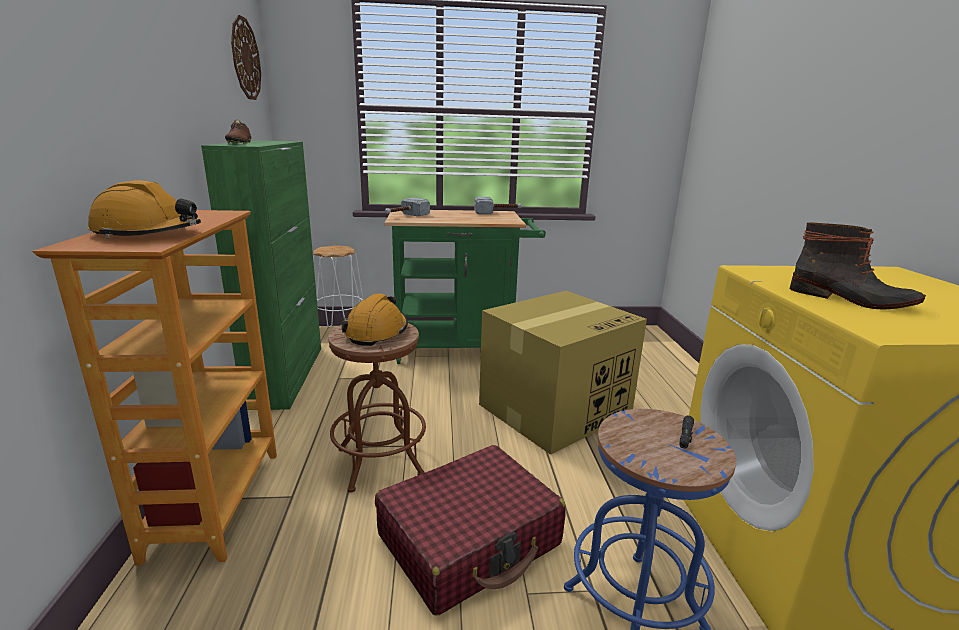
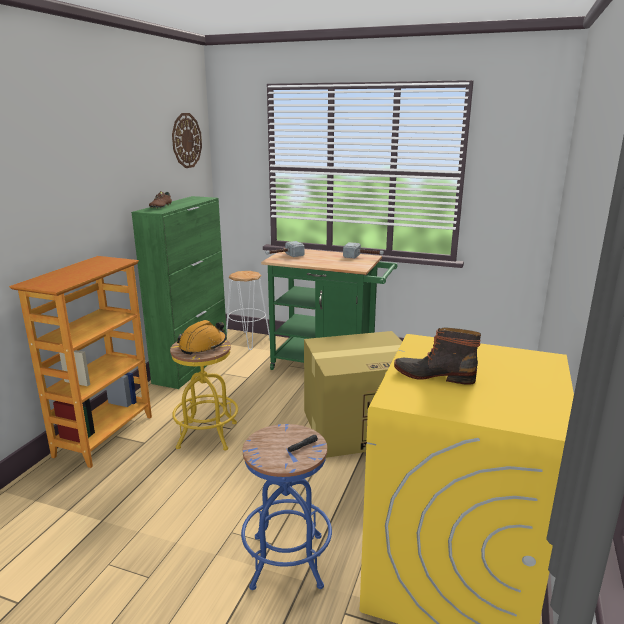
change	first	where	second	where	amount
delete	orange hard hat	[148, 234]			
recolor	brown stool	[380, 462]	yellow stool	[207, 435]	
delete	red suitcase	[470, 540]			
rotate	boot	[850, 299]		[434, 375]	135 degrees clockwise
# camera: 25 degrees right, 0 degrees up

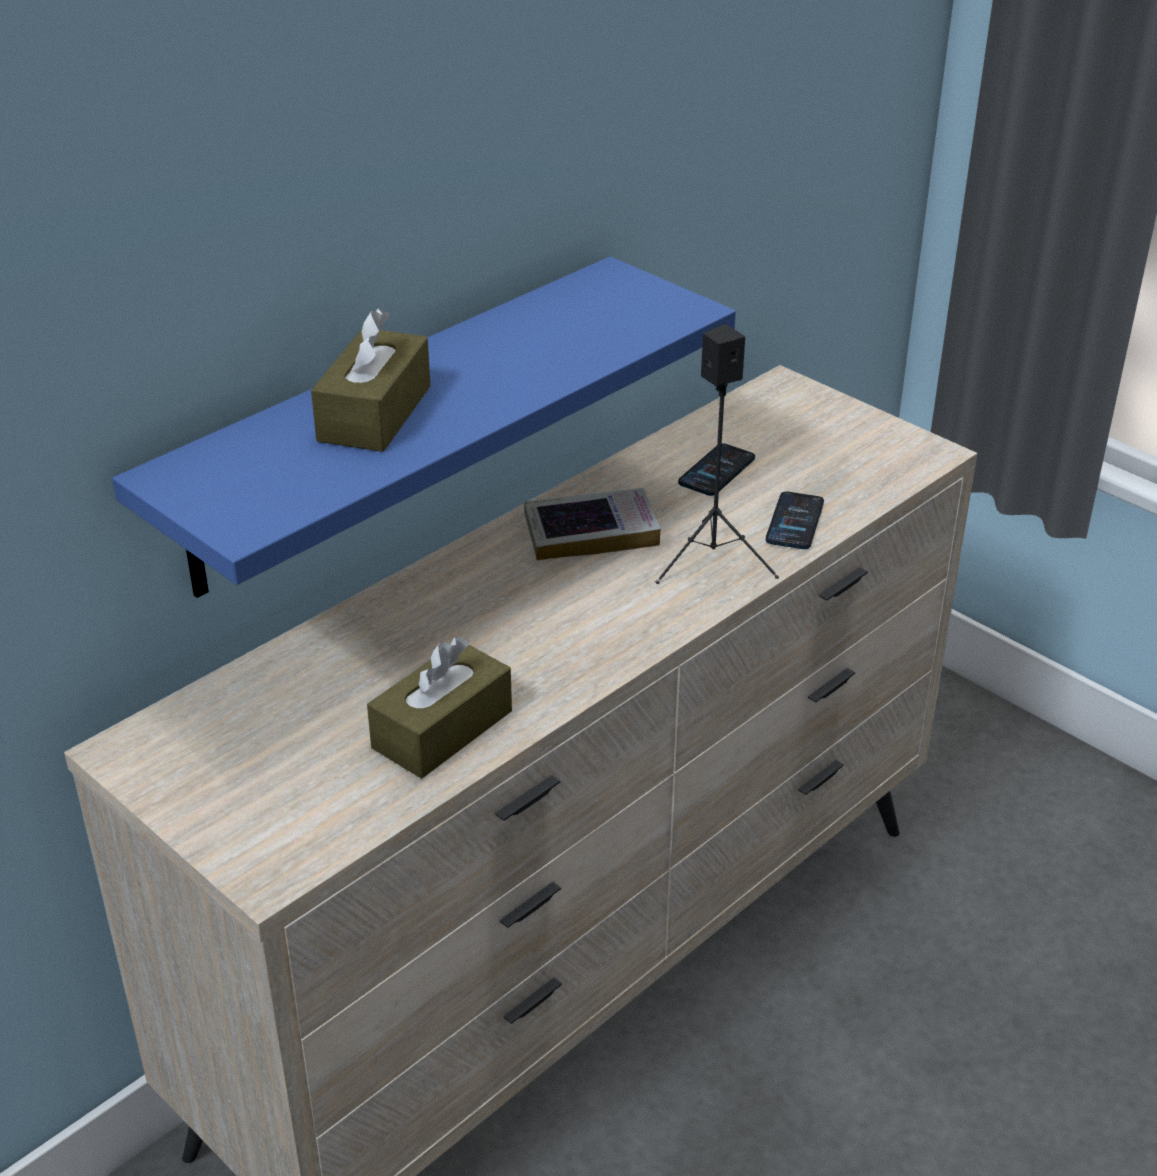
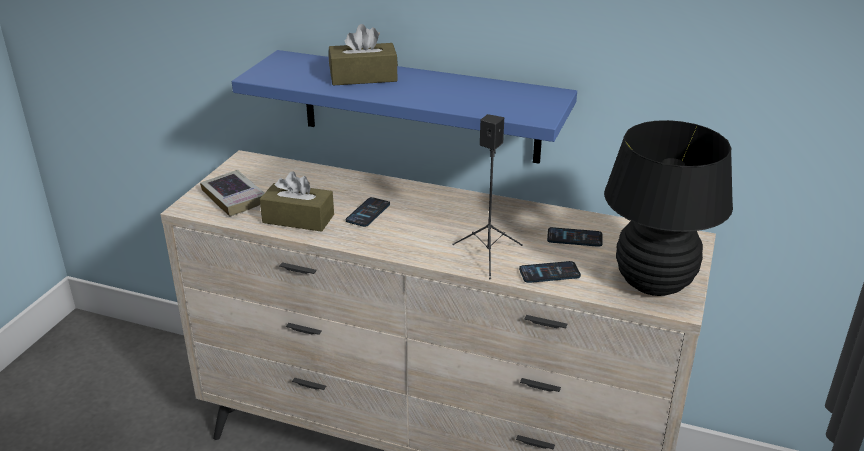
change	first	where	second	where	amount
move	book	[591, 532]		[234, 197]	
insert			phone	[368, 213]	
insert			black table lamp	[654, 283]	
# camera: 65 degrees right, 5 degrees down

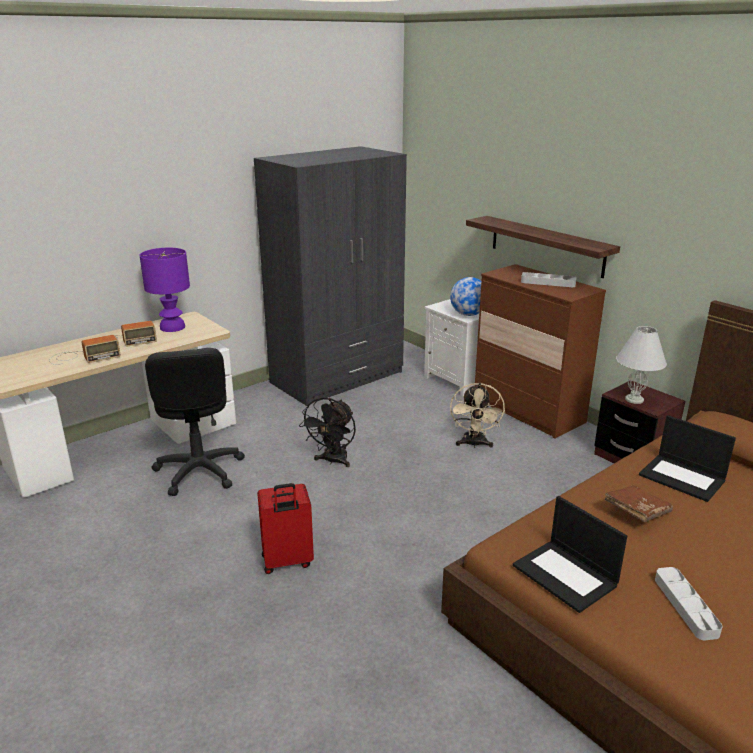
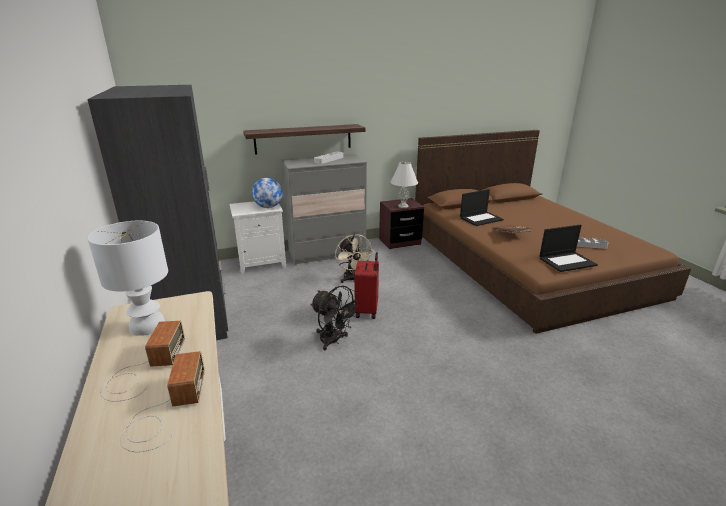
change	first	where	second	where	amount
recolor	purple table lamp	[172, 327]	white table lamp	[148, 325]	
delete	black office chair	[199, 471]			
move	red suitcase	[287, 562]		[367, 311]	
rotate	beige fan	[474, 444]		[352, 279]	45 degrees clockwise
recolor	brown dresser	[528, 411]	grey dresser	[327, 253]	
# camera: 70 degrees left, 0 degrees up

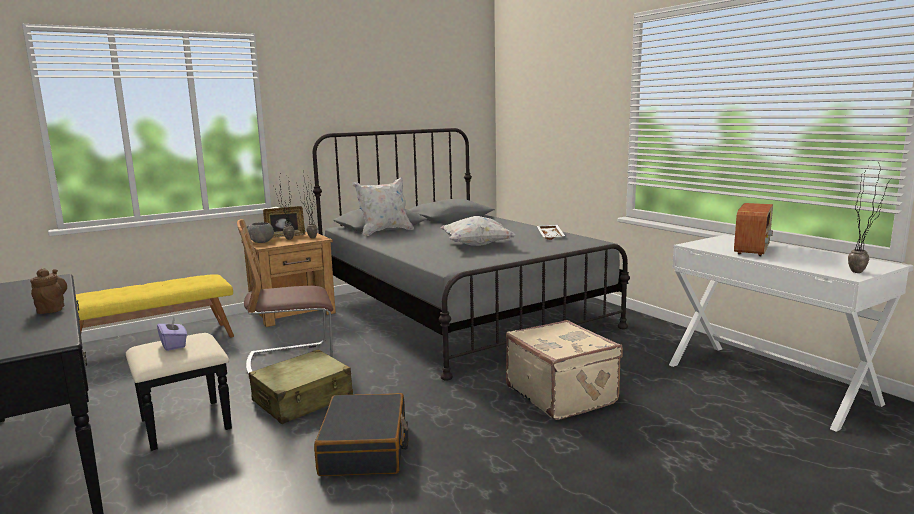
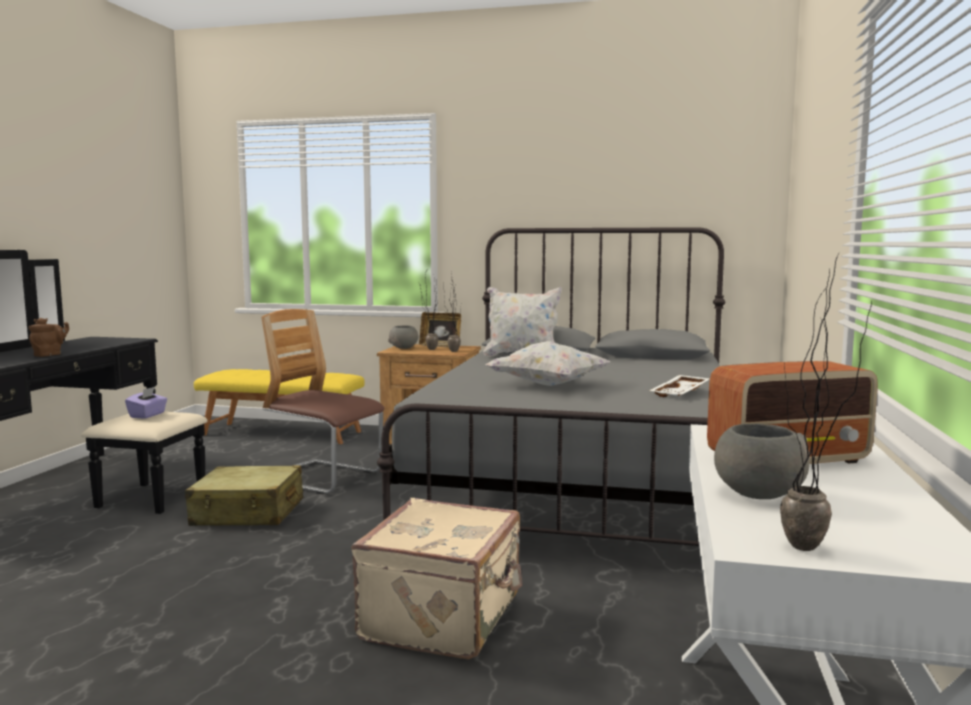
change	first	where	second	where	amount
delete	black suitcase	[365, 448]			
insert			grey bowl	[758, 494]	
# camera: 45 degrees right, 5 degrees down

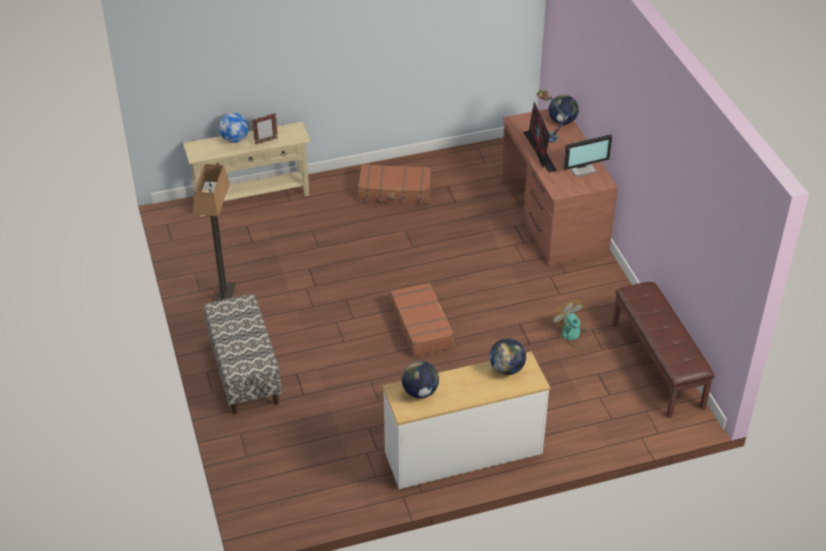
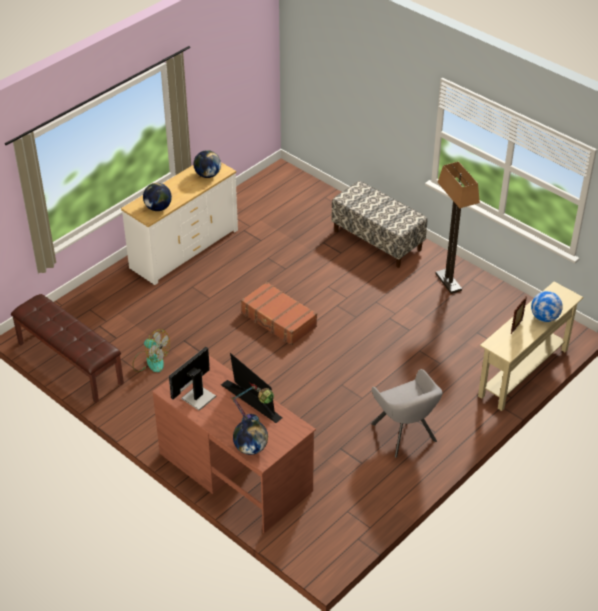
change	first	where	second	where	amount
replace	brown suitcase	[395, 192]	grey armchair	[405, 434]	
# camera: 150 degrees right, 0 degrees up

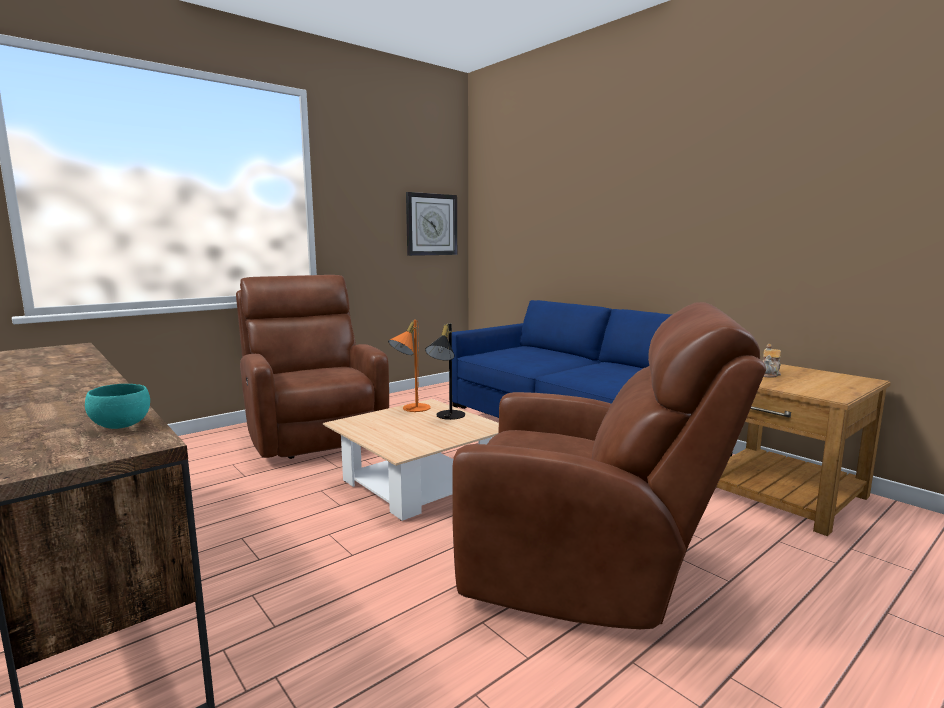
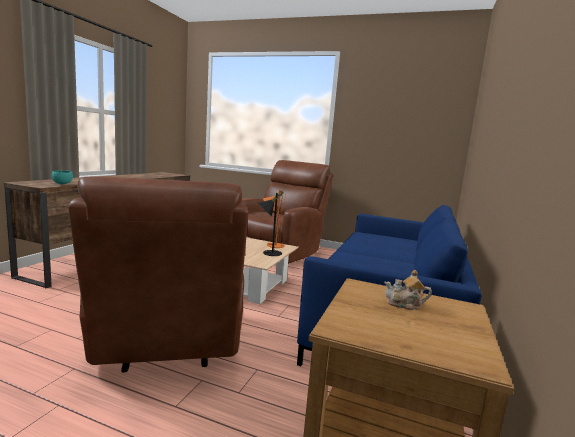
change	first	where	second	where	amount
delete	wall clock	[431, 224]			
# camera: 60 degrees right, 0 degrees up

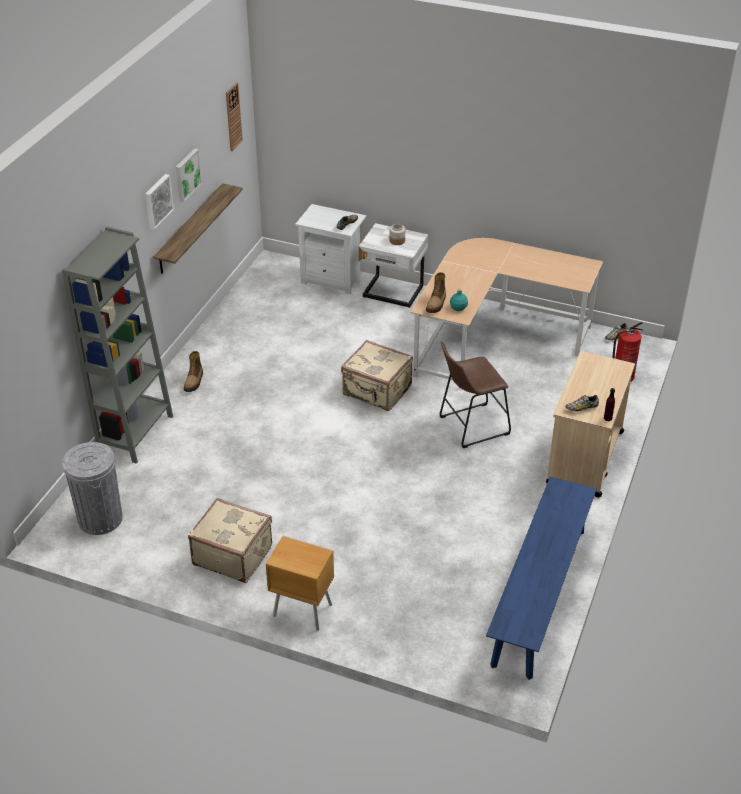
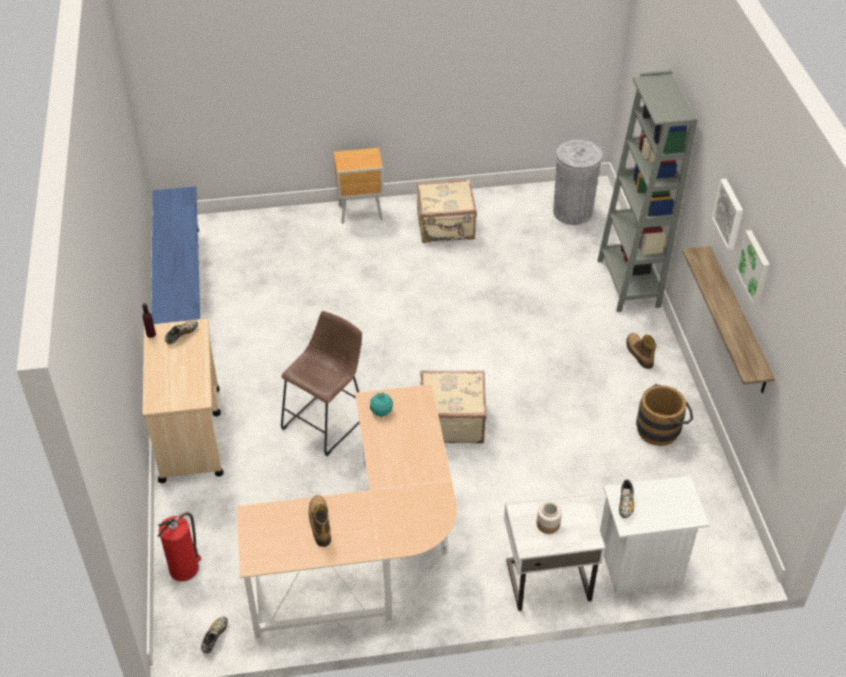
change	first	where	second	where	amount
delete	wall clock	[233, 117]			
move	boot	[436, 304]		[319, 523]	
insert			brown bucket	[661, 429]	
# camera: 150 degrees right, 5 degrees up

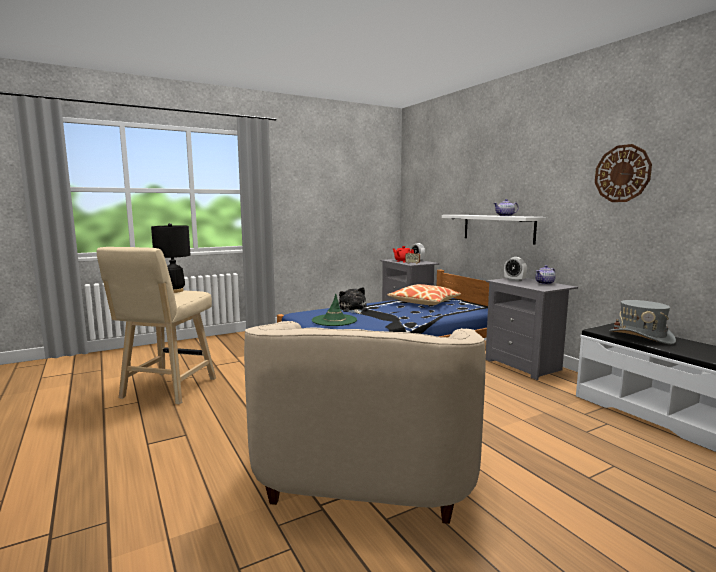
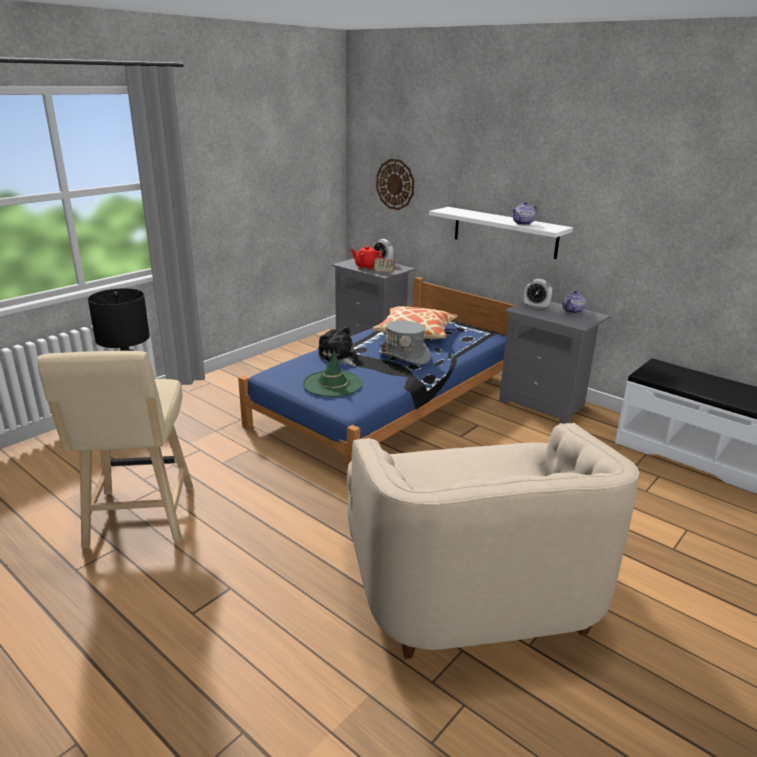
change	first	where	second	where	amount
move	wall clock	[622, 173]		[395, 184]	
move	grey hat	[641, 337]		[404, 356]	
# camera: 20 degrees left, 15 degrees up

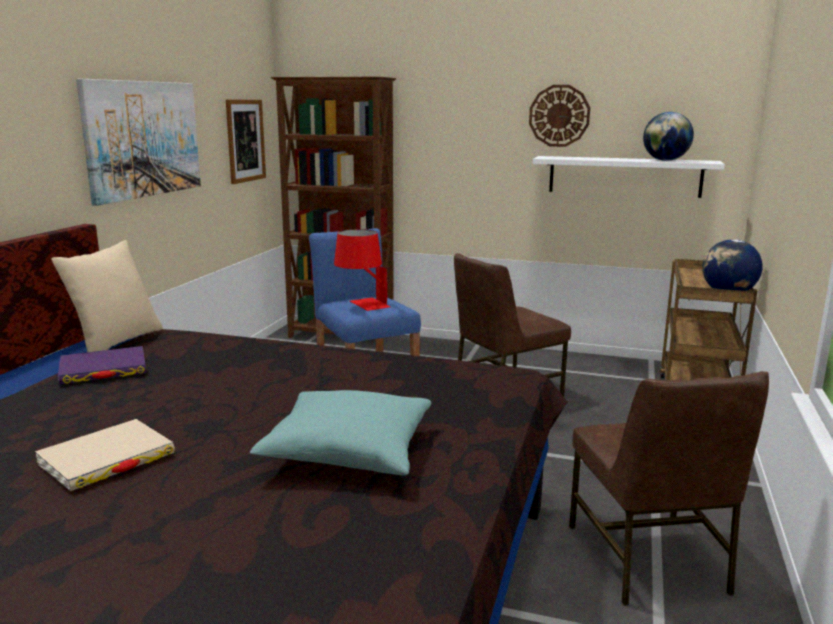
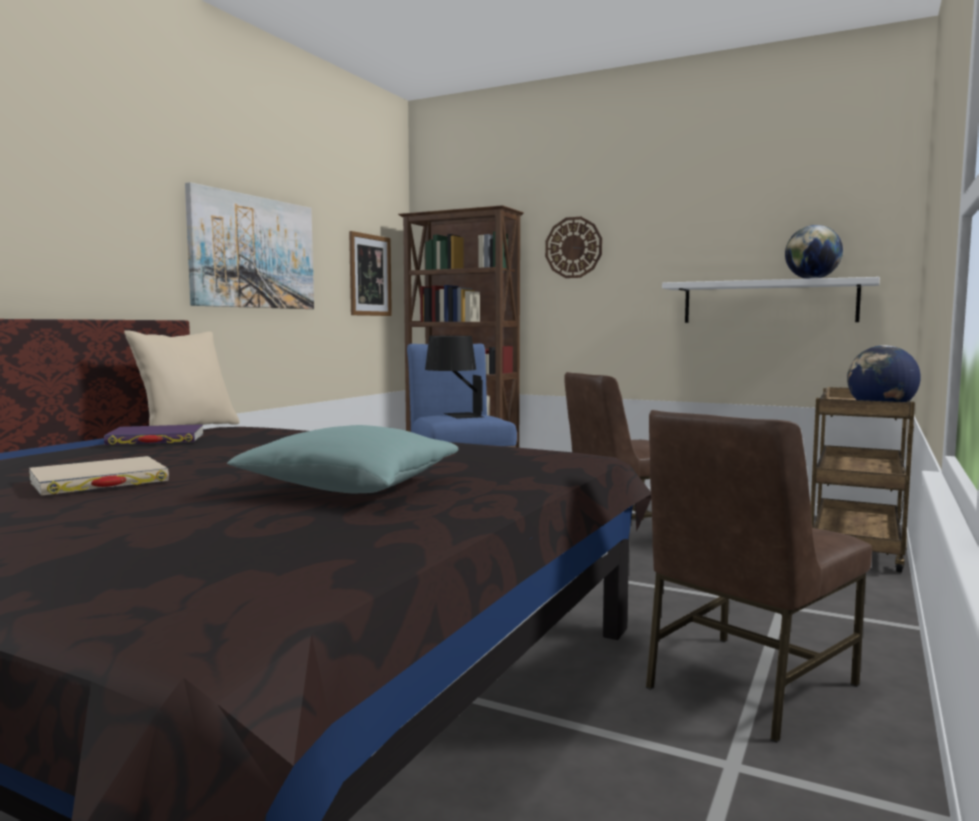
change	first	where	second	where	amount
recolor	red table lamp	[361, 305]	black table lamp	[454, 415]	
move	wall clock	[559, 116]		[573, 247]	
rotate	brown chair	[649, 560]		[746, 686]	45 degrees clockwise
# camera: 10 degrees right, 10 degrees down

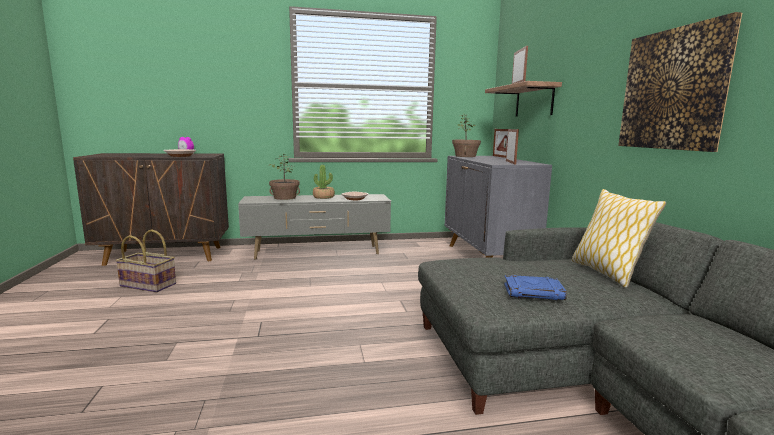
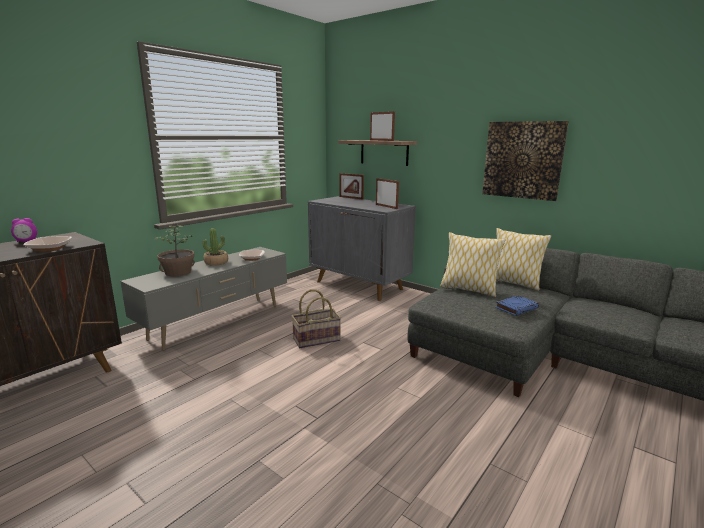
change	first	where	second	where	amount
move	basket	[149, 285]		[316, 339]	
delete	potted plant	[465, 156]			
insert			pillow	[468, 289]	
# camera: 40 degrees left, 5 degrees up

